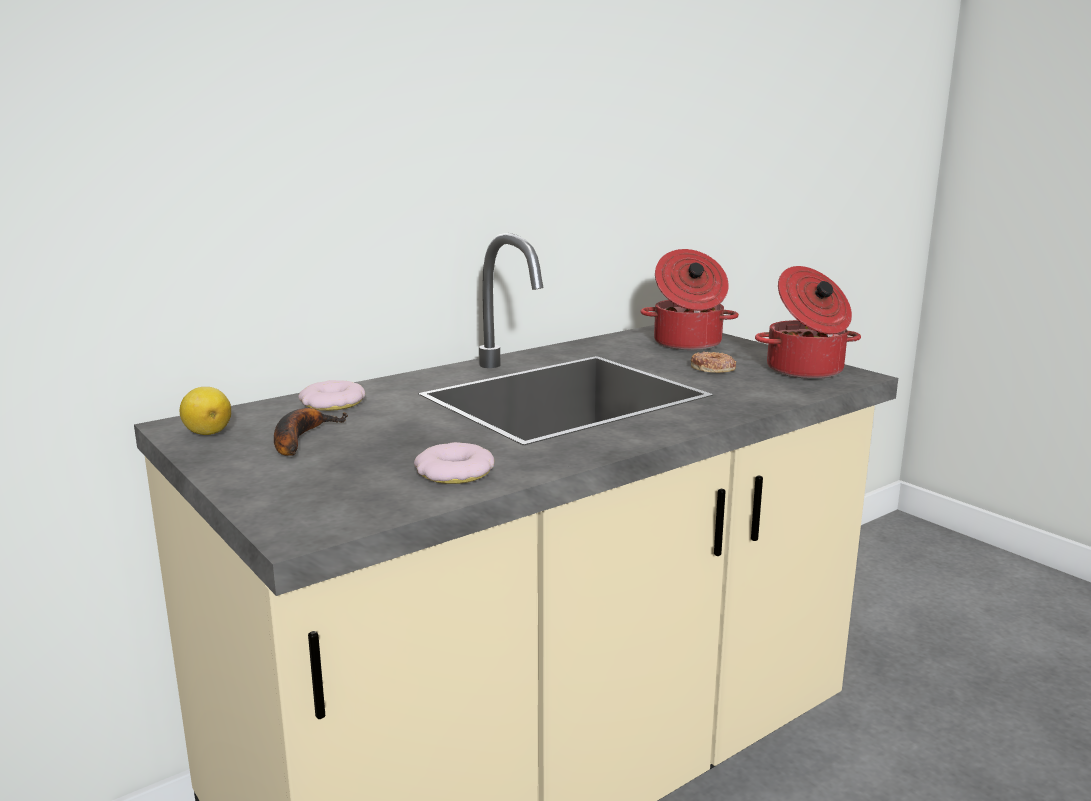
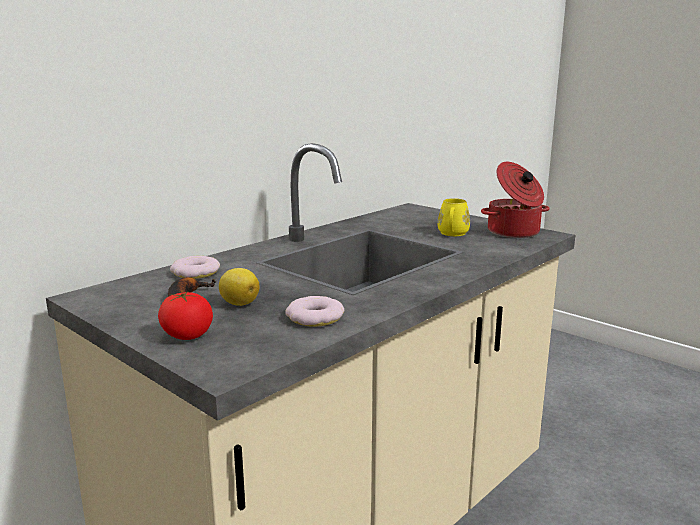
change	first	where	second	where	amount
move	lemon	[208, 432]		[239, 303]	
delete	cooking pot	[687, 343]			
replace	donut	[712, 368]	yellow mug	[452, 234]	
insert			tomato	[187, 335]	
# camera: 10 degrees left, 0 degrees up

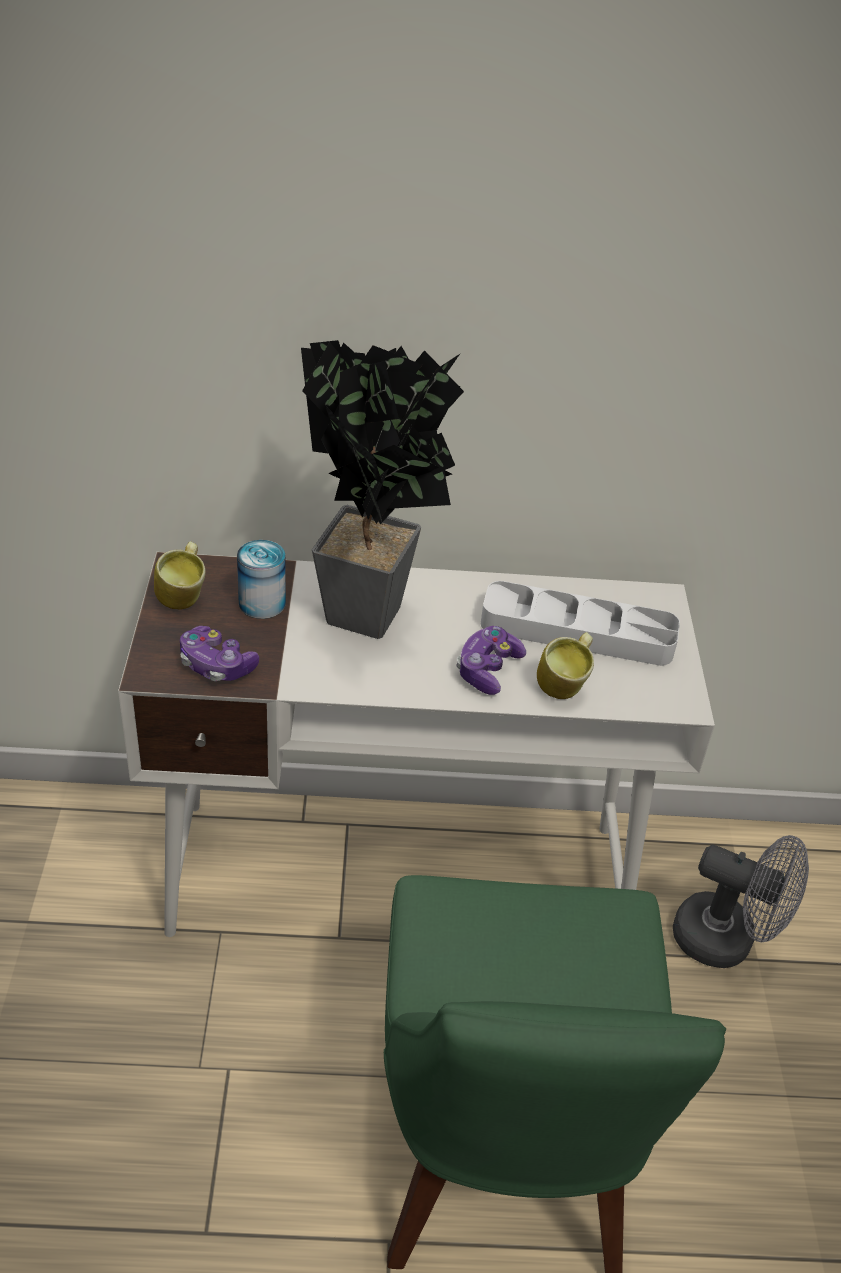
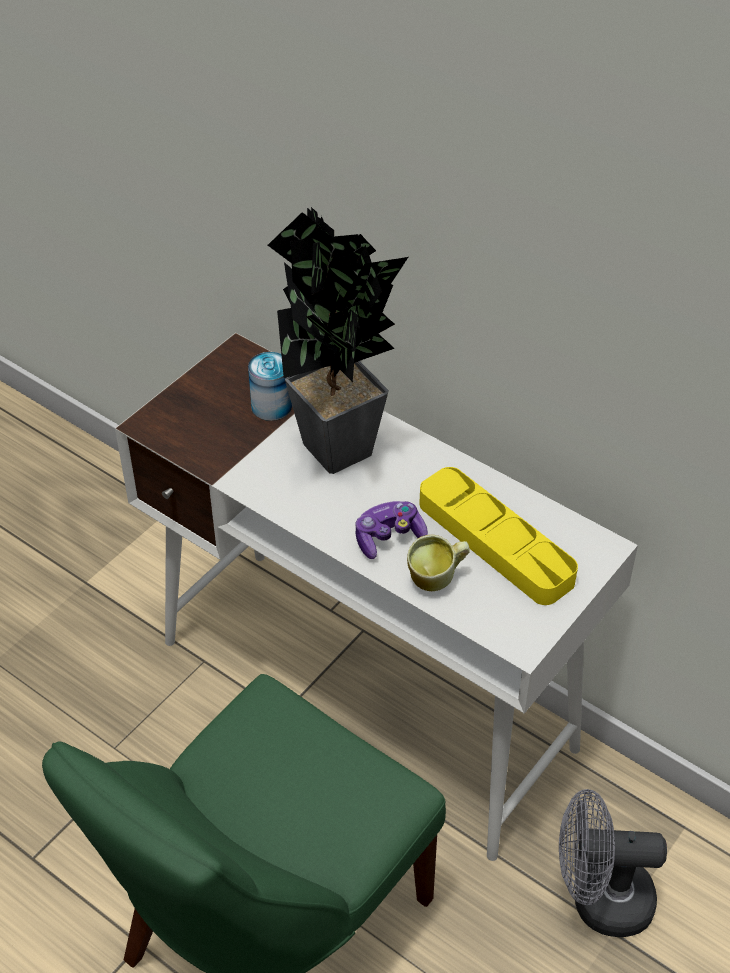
change	first	where	second	where	amount
delete	mug	[184, 597]			
delete	game controller	[216, 665]			
recolor	grey tray	[577, 632]	yellow tray	[495, 541]	
rotate	grey fan	[726, 940]		[599, 900]	120 degrees clockwise
# camera: 40 degrees right, 5 degrees up

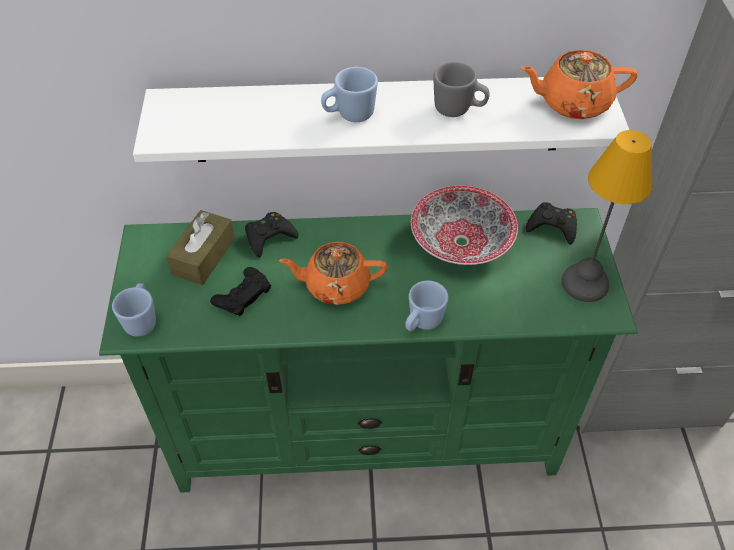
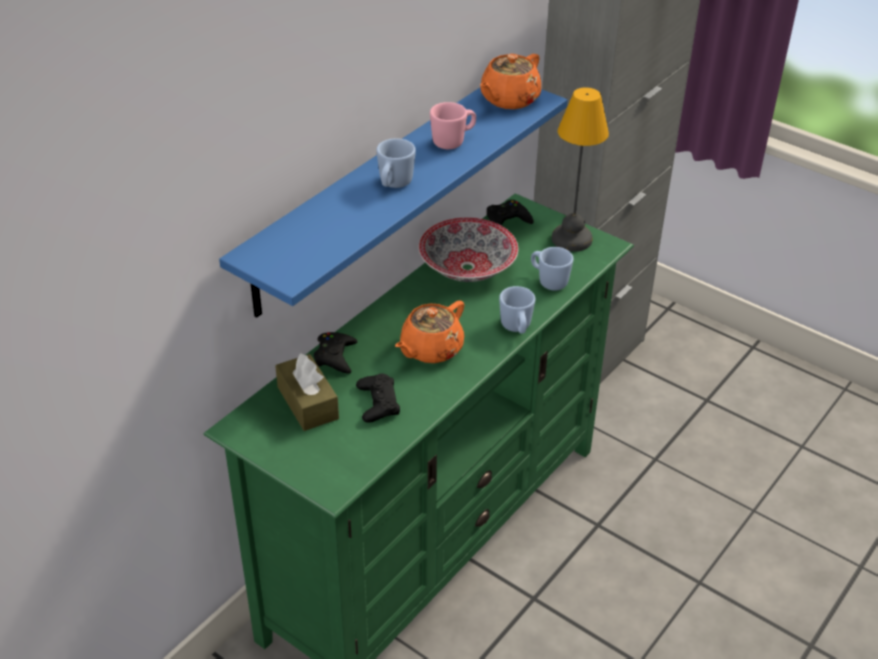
change	first	where	second	where	amount
move	blue mug	[142, 320]		[548, 281]	
recolor	white shelf	[378, 119]	blue shelf	[376, 193]	
recolor	grey mug	[458, 110]	pink mug	[453, 141]	
# camera: 50 degrees left, 10 degrees down

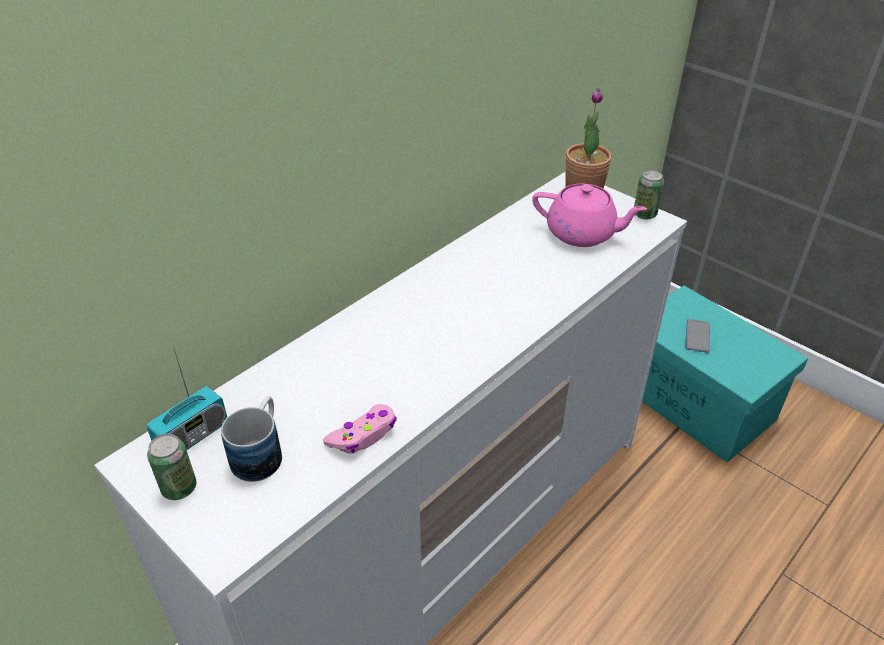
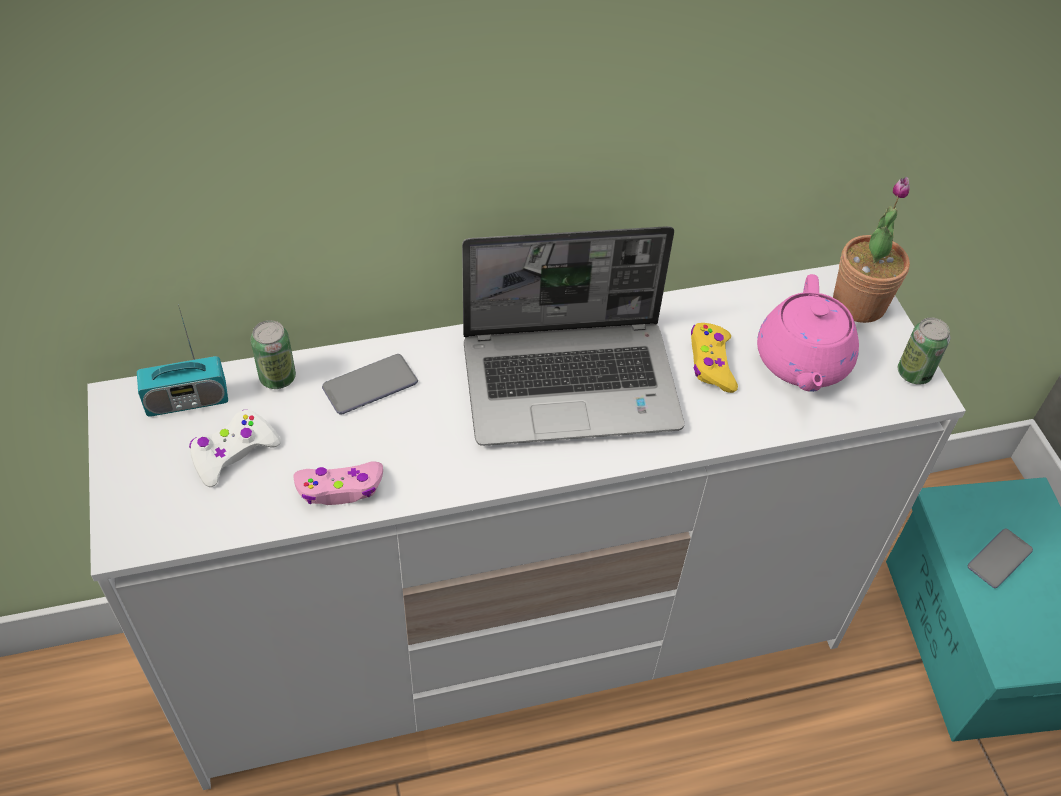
change	first	where	second	where	amount
move	can	[179, 488]		[277, 377]	
replace	mug	[261, 452]	white game controller	[233, 453]	
rotate	pink teapot	[582, 234]		[802, 363]	45 degrees clockwise
insert			phone	[370, 385]	
insert			laptop	[572, 383]	
insert			yellow game controller	[711, 363]	
# camera: 30 degrees right, 10 degrees up

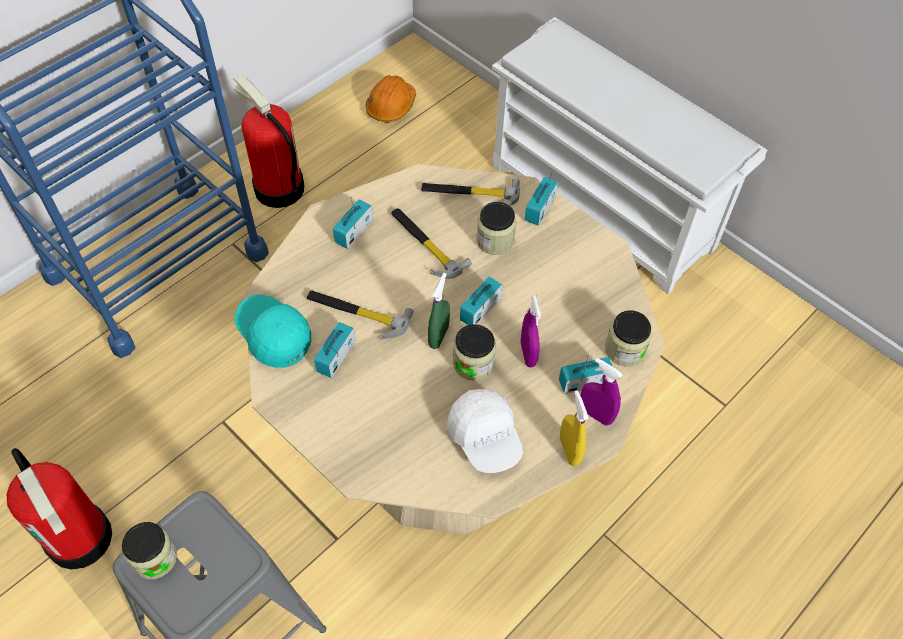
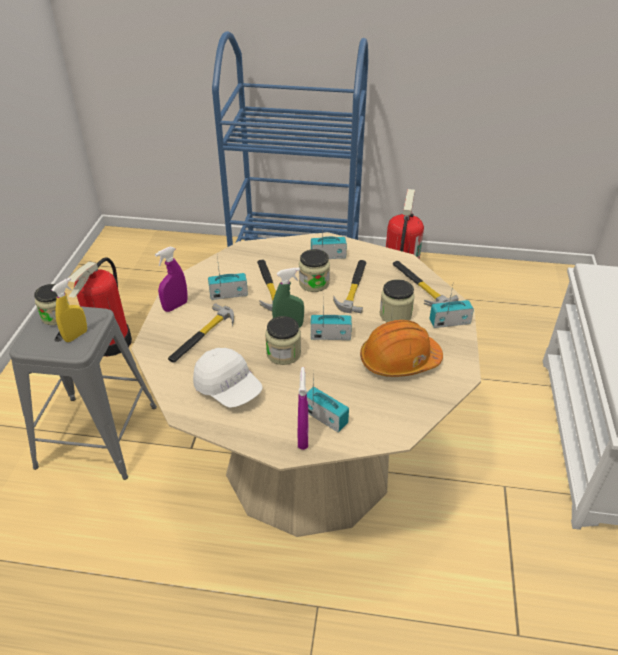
change	first	where	second	where	amount
delete	turquoise cap	[273, 336]			
move	orange hard hat	[391, 106]		[399, 361]	
rotate	white cap	[485, 438]		[228, 388]	75 degrees counterclockwise
move	purple spray bottle	[528, 354]		[175, 306]	
move	yellow spray bottle	[569, 450]		[76, 336]	
move	jar	[624, 349]		[314, 283]	
insert			hammer	[202, 337]	
# camera: 55 degrees right, 15 degrees down

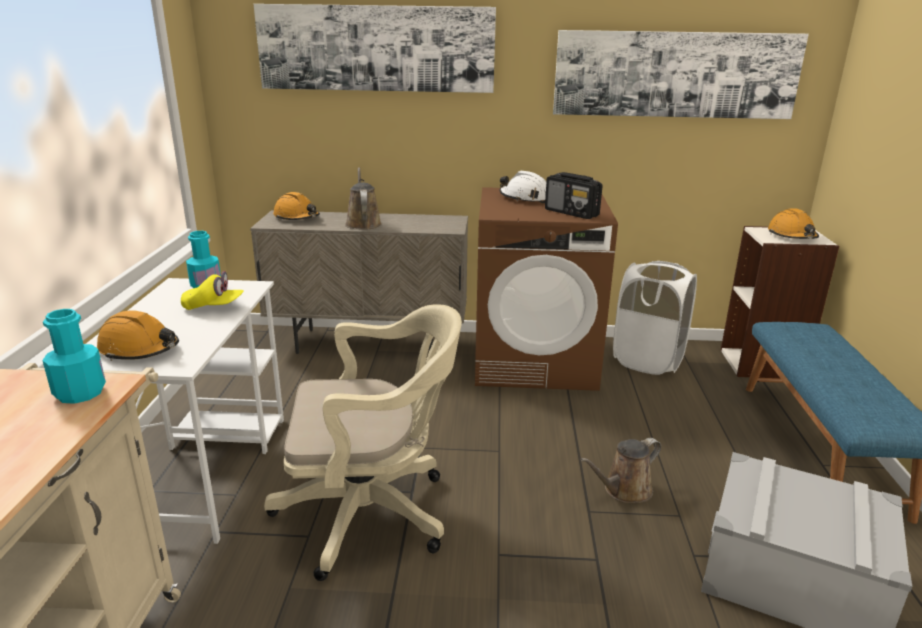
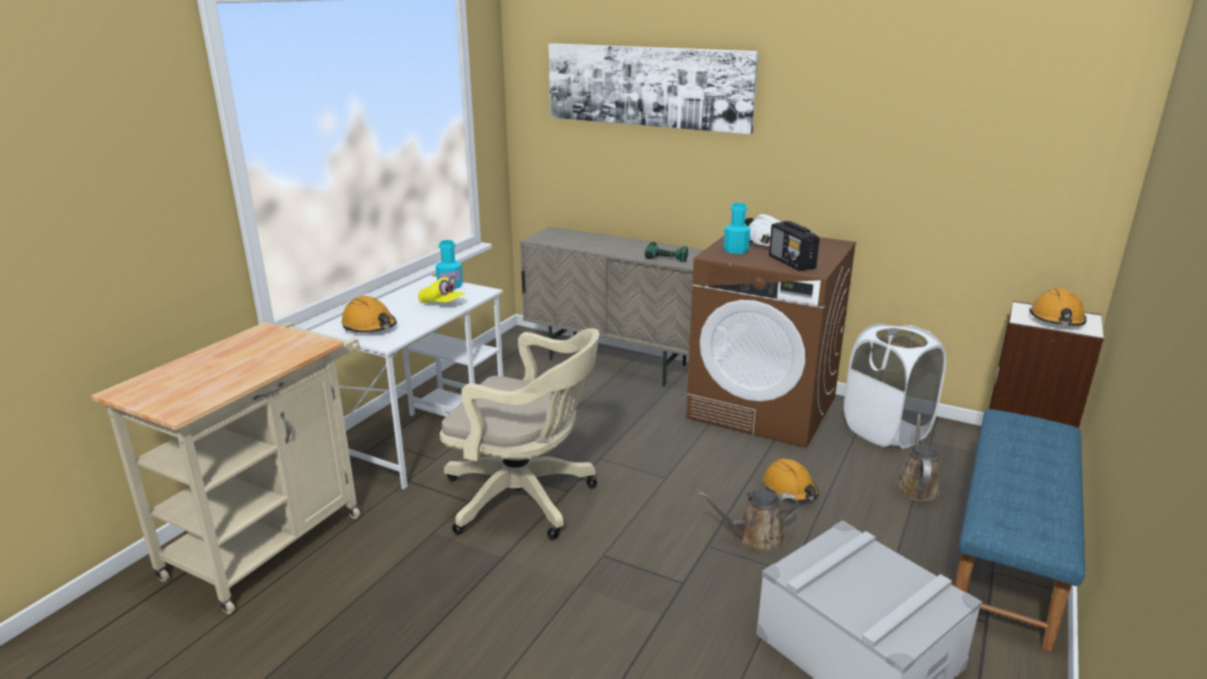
change	first	where	second	where	amount
move	turquoise bottle	[80, 393]		[736, 250]	
move	orange hard hat	[297, 218]		[790, 489]	
move	brown watering can	[363, 223]		[915, 486]	
delete	picture	[675, 74]			
insert			power drill	[667, 253]	
# camera: 25 degrees right, 0 degrees up

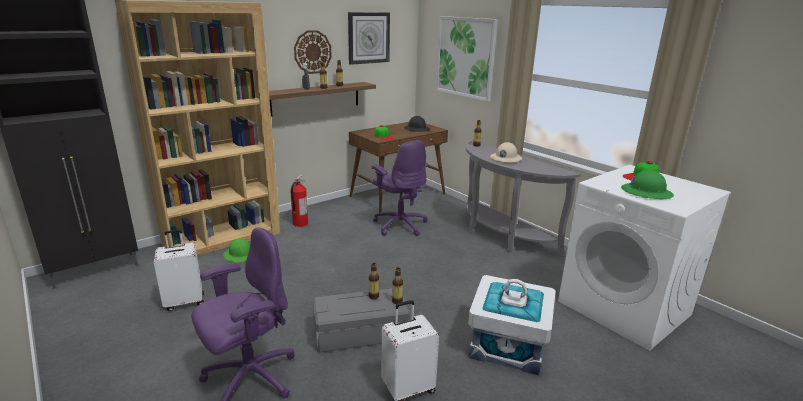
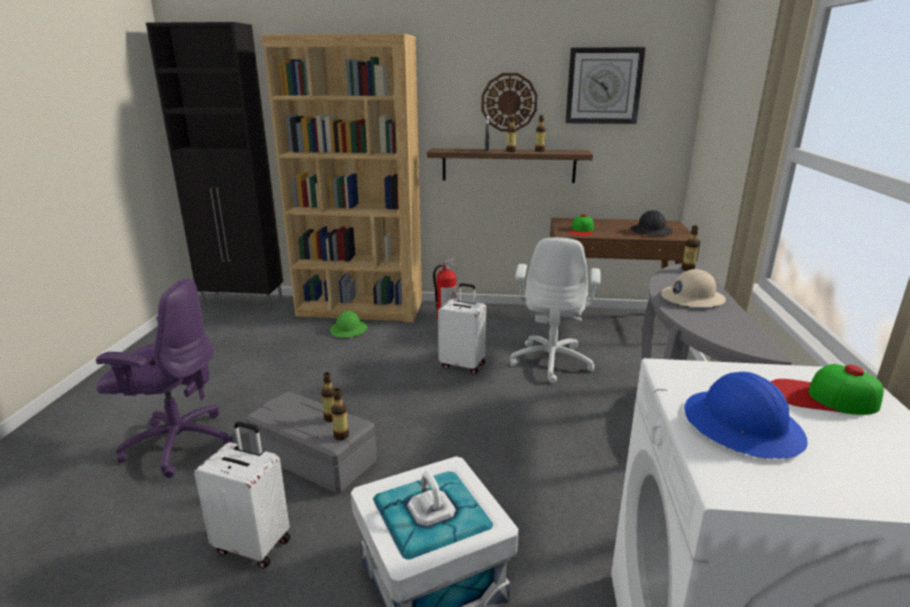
change	first	where	second	where	amount
move	white suitcase	[185, 302]		[463, 365]	
recolor	purple office chair	[400, 225]	white office chair	[551, 361]	
delete	picture	[465, 57]			
recolor	green hard hat	[646, 192]	blue hard hat	[742, 426]	
# camera: 45 degrees right, 0 degrees up

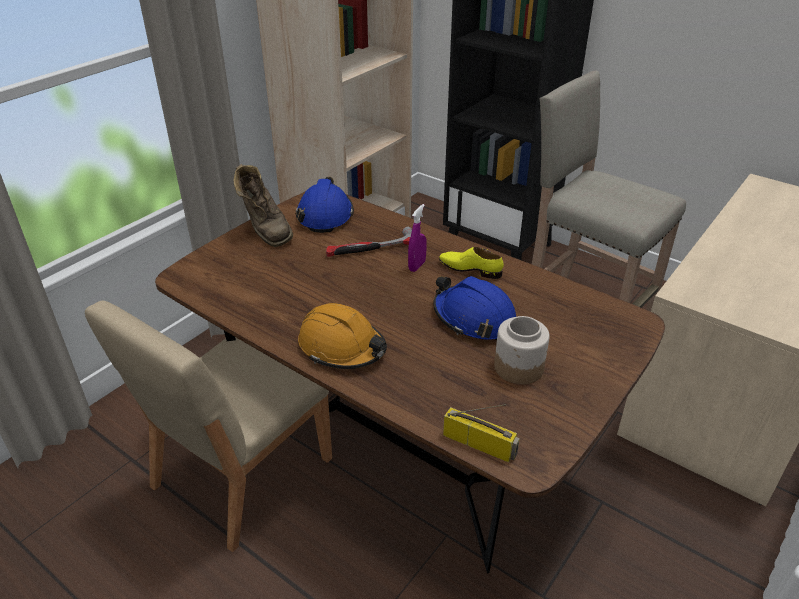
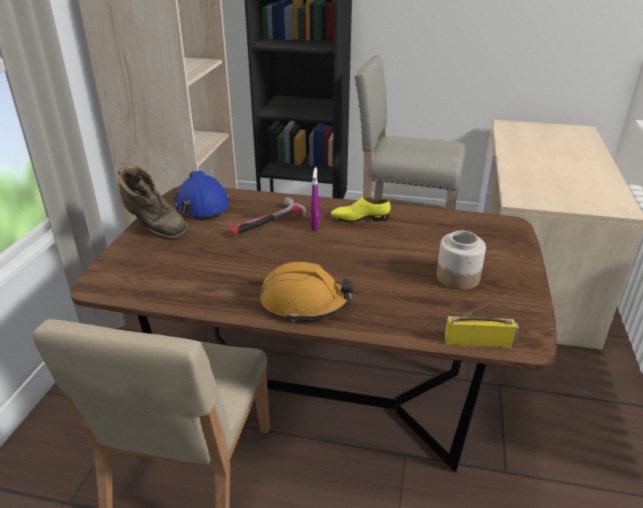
change	first	where	second	where	amount
delete	blue hard hat	[474, 318]			
# camera: 25 degrees left, 5 degrees down

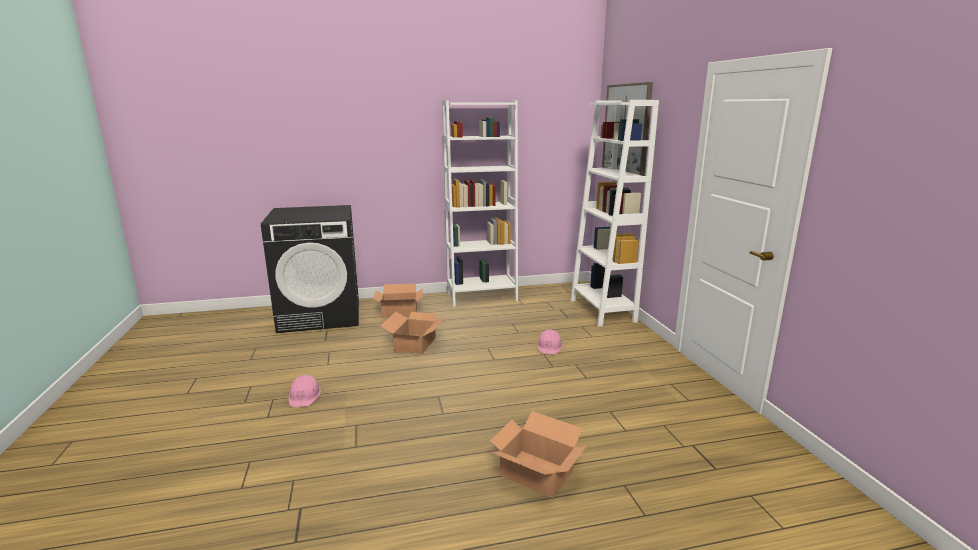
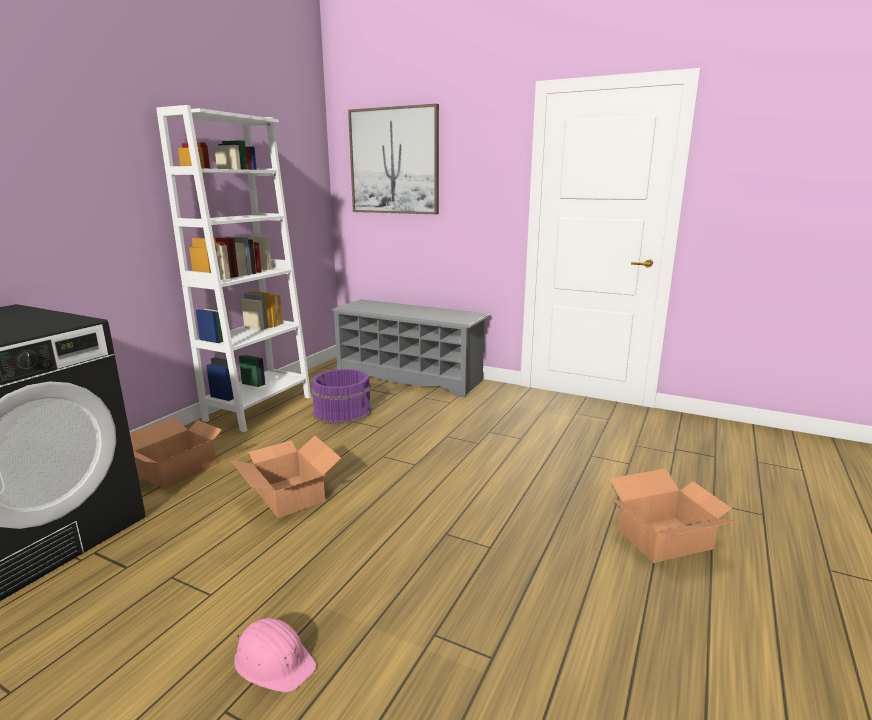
change	first	where	second	where	amount
delete	pink hard hat	[549, 346]			
replace	white bookcase	[602, 311]	grey shoe rack	[410, 377]	
insert			purple bucket	[342, 412]	
# camera: 50 degrees left, 0 degrees up

